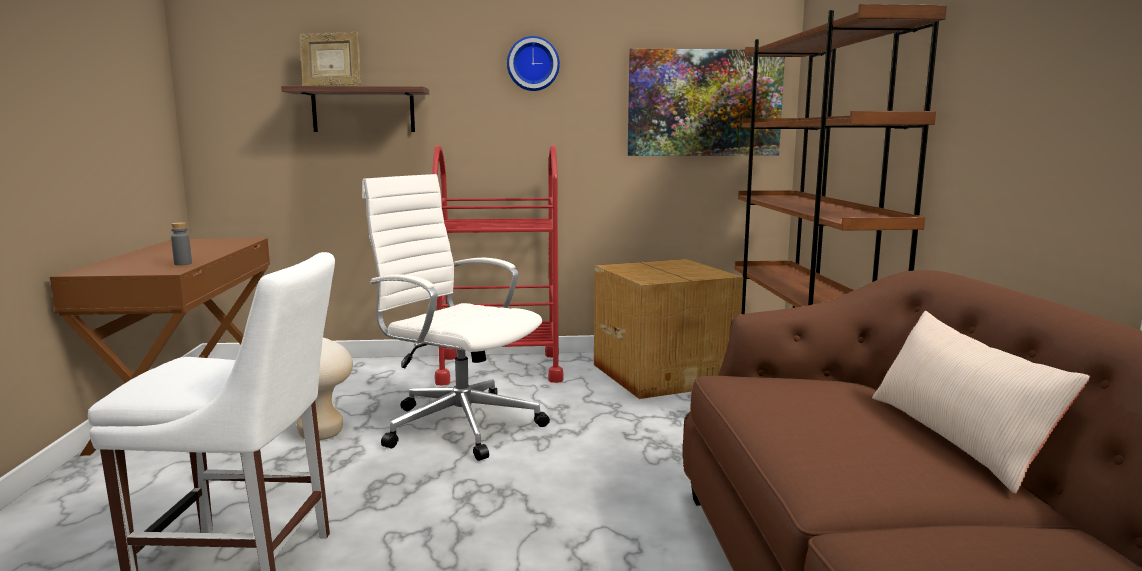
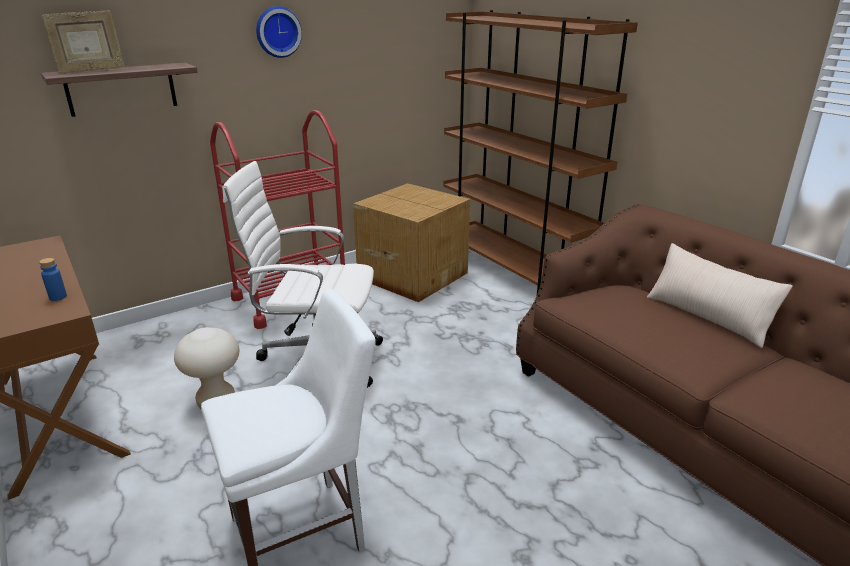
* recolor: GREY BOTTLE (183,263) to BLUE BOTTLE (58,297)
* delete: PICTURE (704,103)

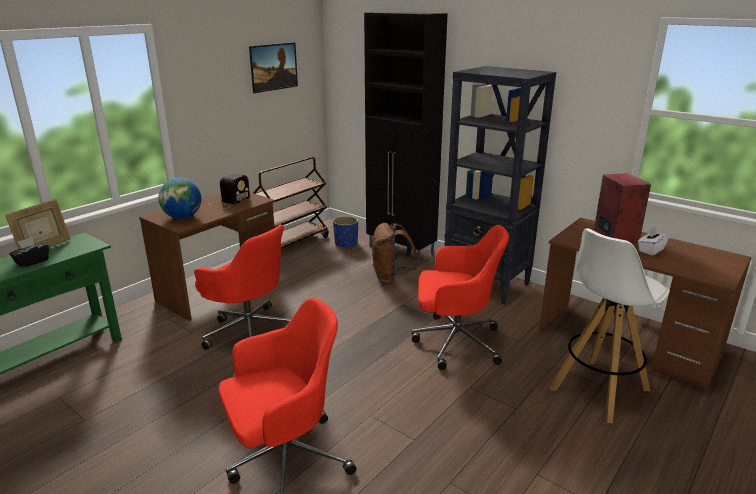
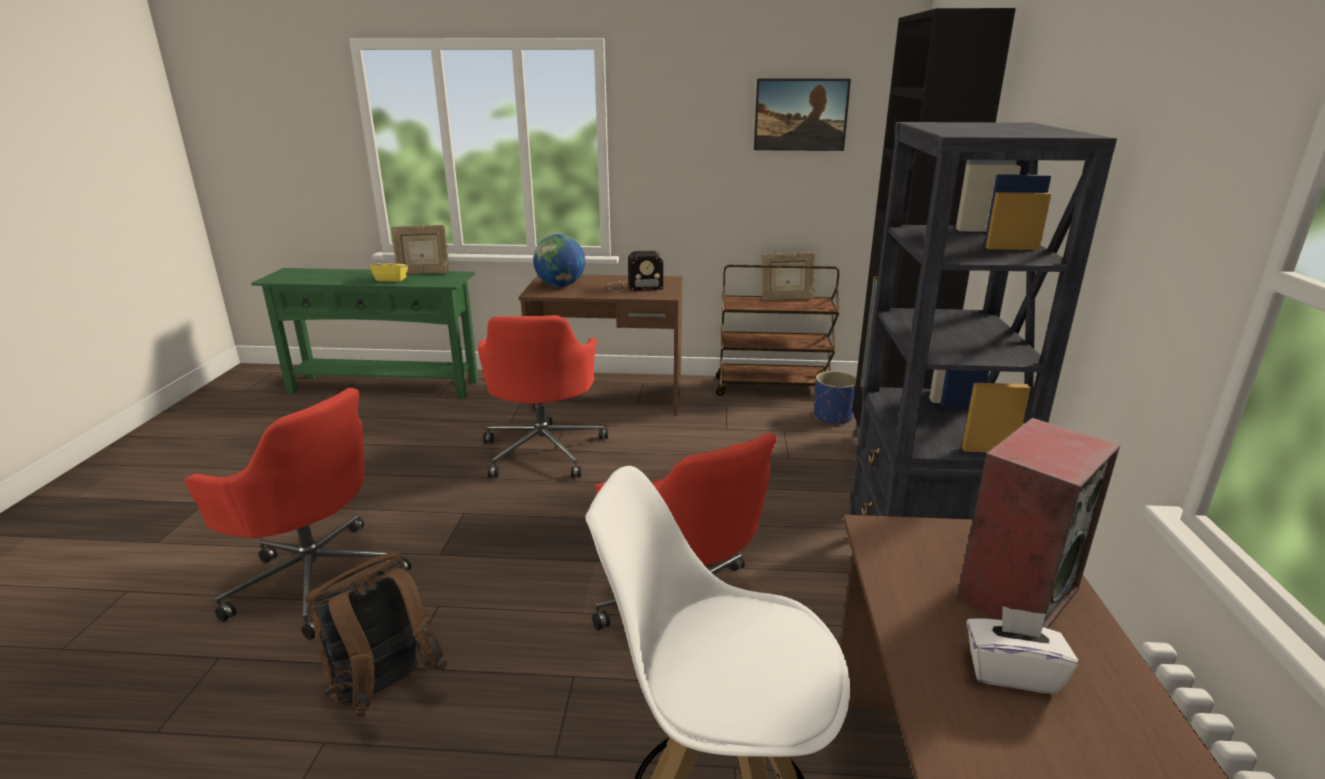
* move: BROWN BACKPACK (391,278) to (384,691)
* recolor: BLACK TISSUE BOX (32,262) to YELLOW TISSUE BOX (391,279)
* insert: PICTURE FRAME (786,299)

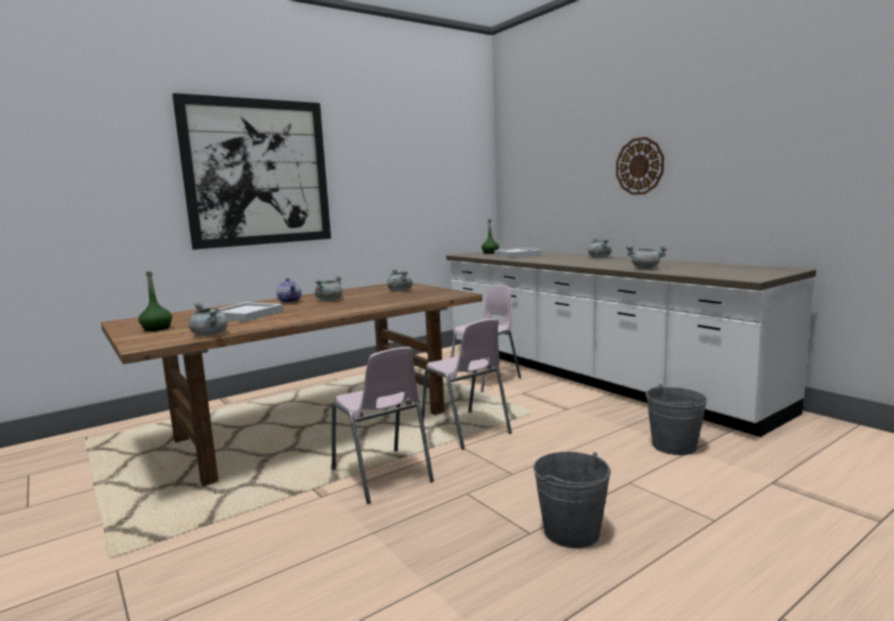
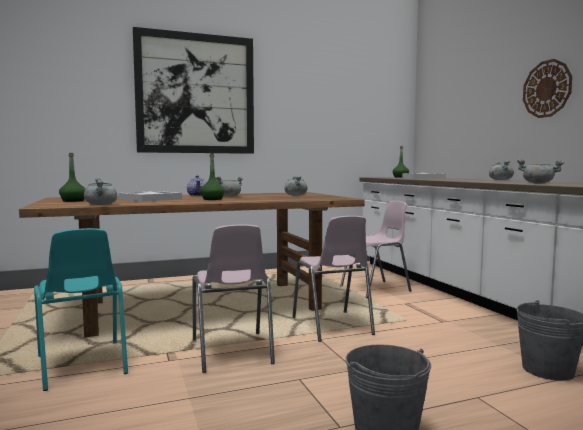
* insert: TURQUOISE CHAIR (82,365)
* insert: GREEN BOTTLE (212,199)

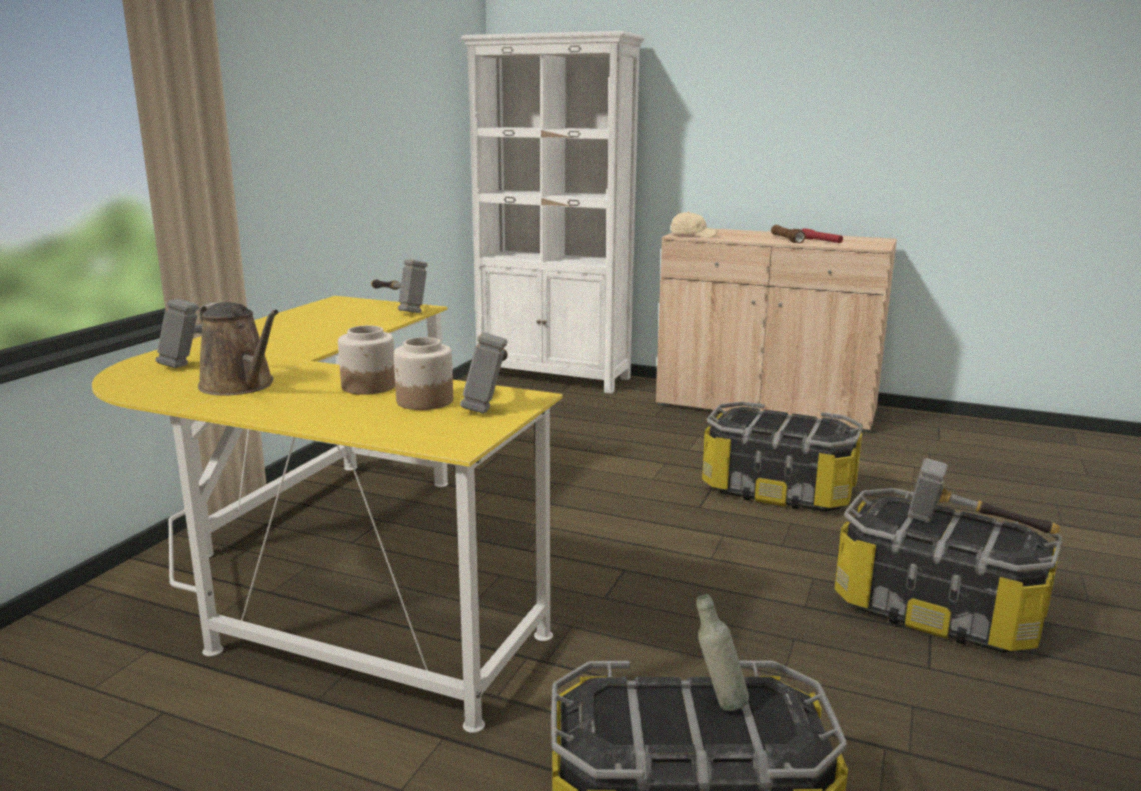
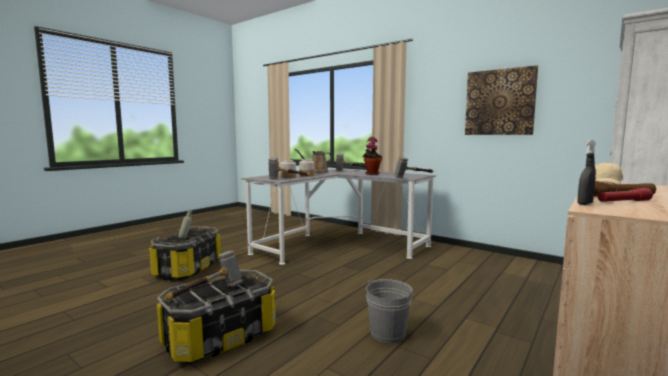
* recolor: YELLOW DESK (333,575) to GREY DESK (339,244)
* insert: POTTED PLANT (371,174)
* replace: STORAGE BOX (778,490) to GREY BUCKET (388,333)
* insert: PICTURE (499,102)
* insert: GREY SPRAY BOTTLE (585,204)

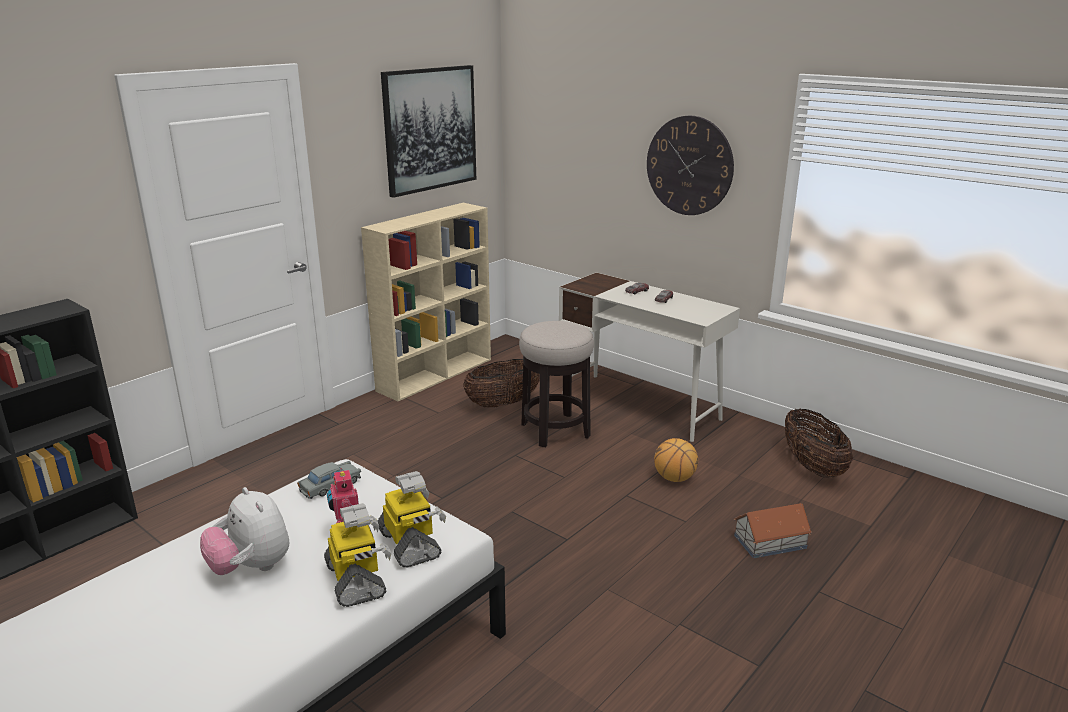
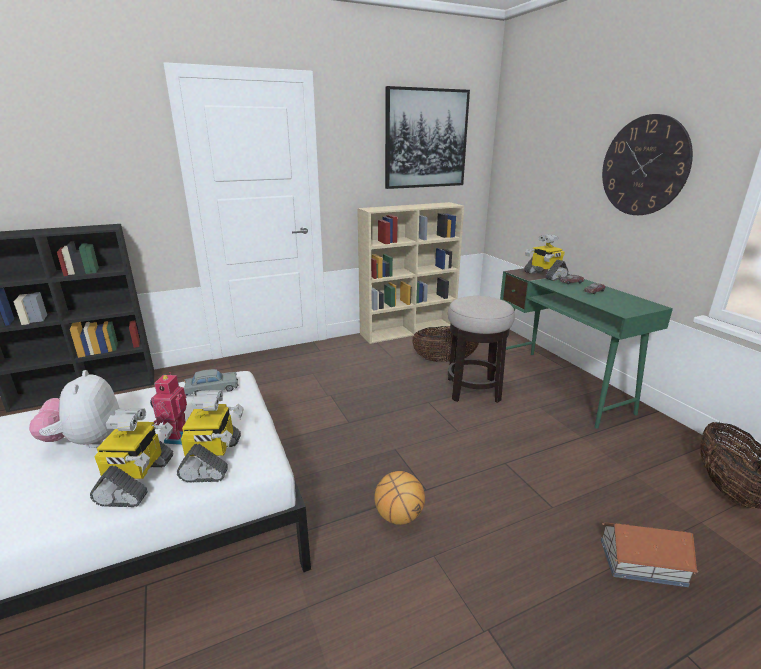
* move: BASKETBALL (674,478) to (399,516)
* recolor: WHITE DESK (640,406) to GREEN DESK (560,386)
* insert: TOY ROBOT (544,275)

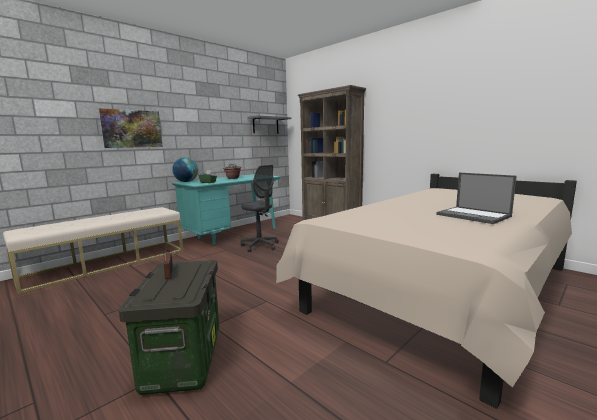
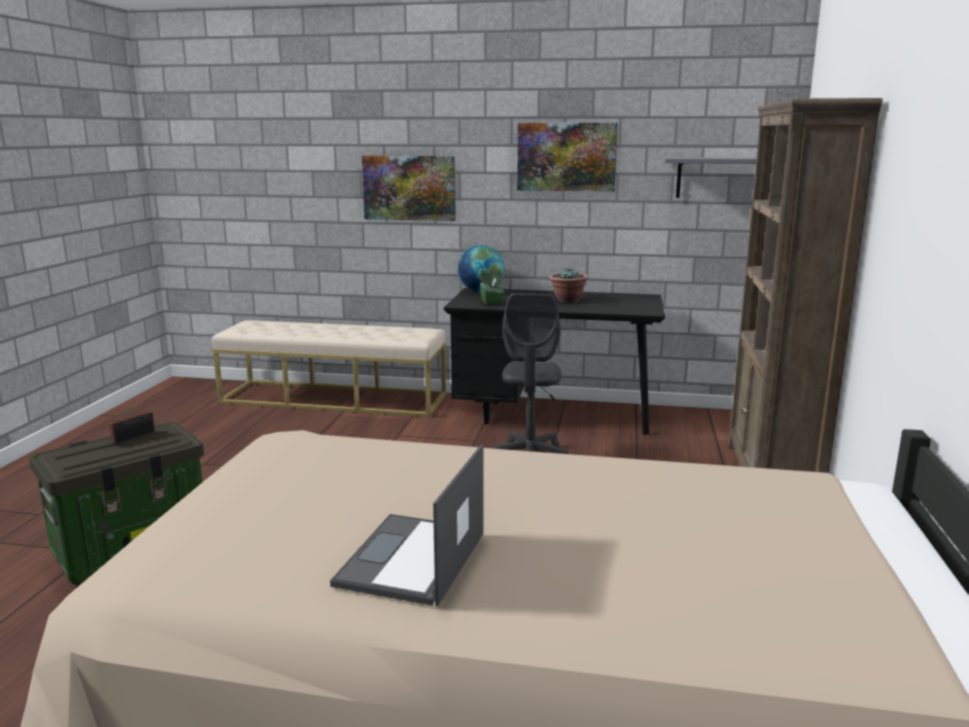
* recolor: TURQUOISE DESK (232,234) to BLACK DESK (553,416)
* insert: PICTURE (566,157)

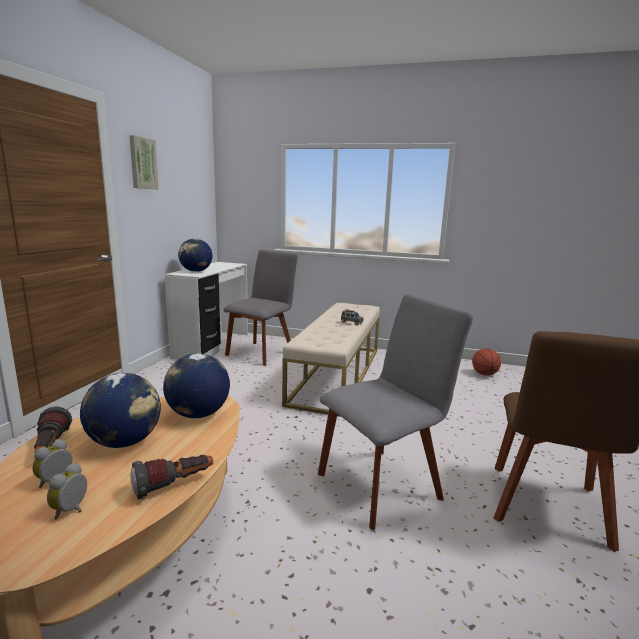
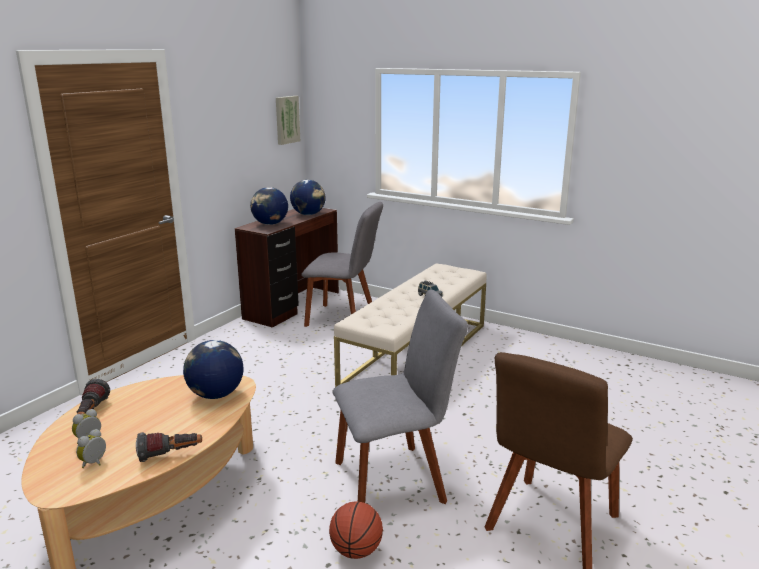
* recolor: WHITE DESK (213,345) to BROWN DESK (293,305)
* move: PICTURE (142,163) to (286,119)
* move: GLOBE (125,442) to (308,214)
* rotate: GREY CHAIR (262,352) = (344,318) 60 degrees clockwise
* move: BASKETBALL (484,374) to (356,551)

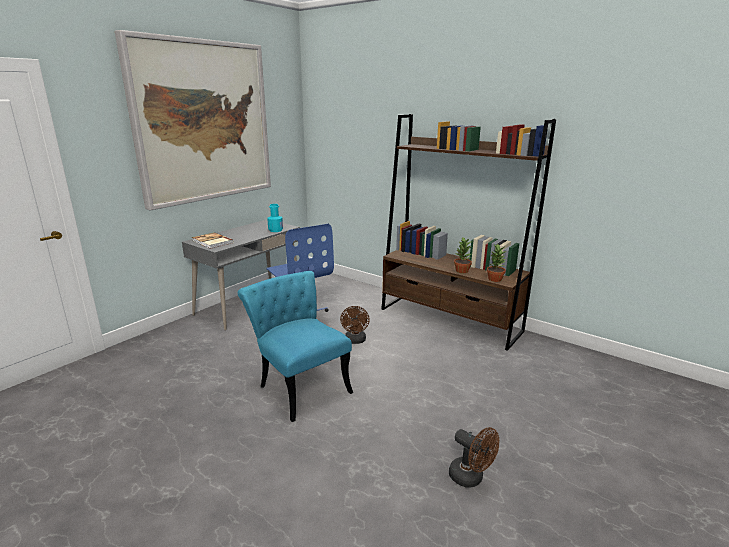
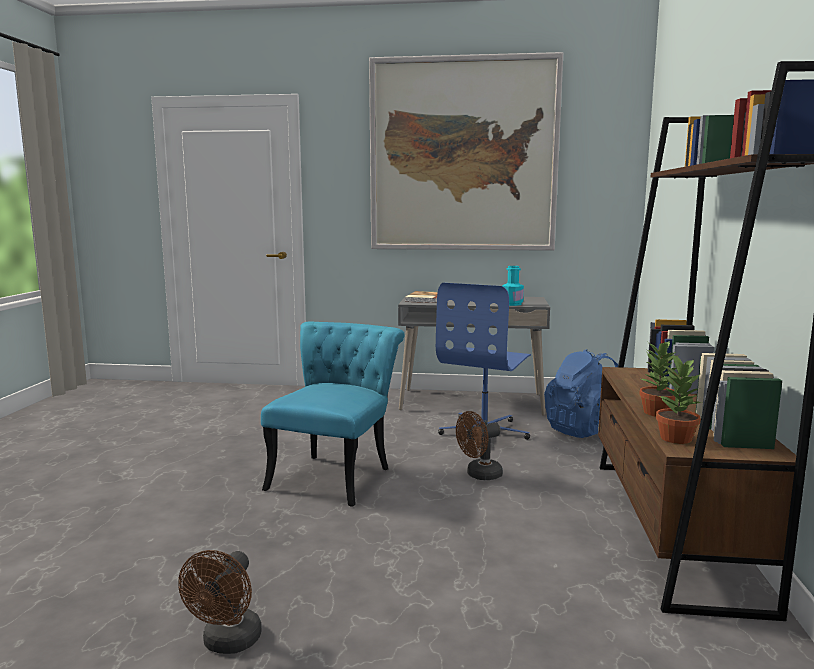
* insert: BLUE BACKPACK (584,430)

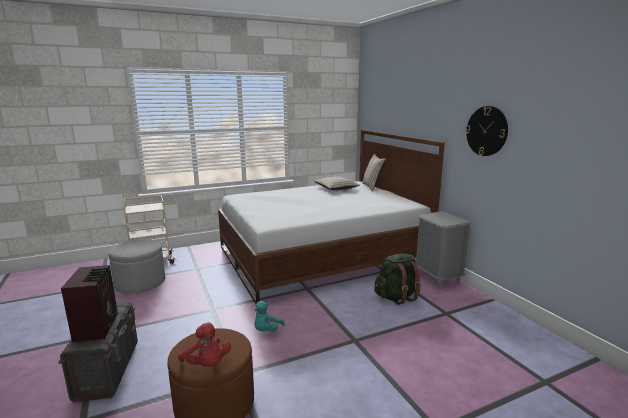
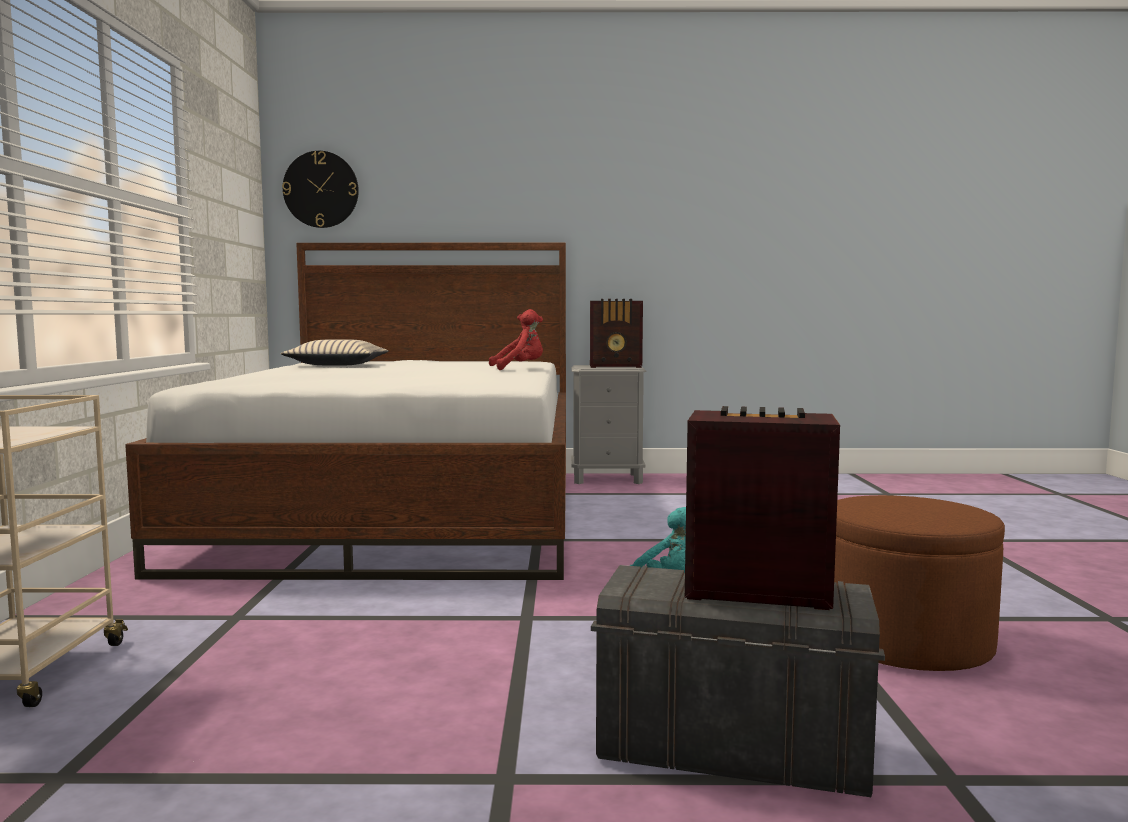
* move: WALL CLOCK (486,131) to (321,189)
* move: RED PLUSH TOY (207,365) to (520,368)
* insert: RADIO (616,366)
* delete: GREY OTTOMAN (140,283)
* delete: BEIGE PILLOW (372,187)
* delete: GREEN BACKPACK (397,297)

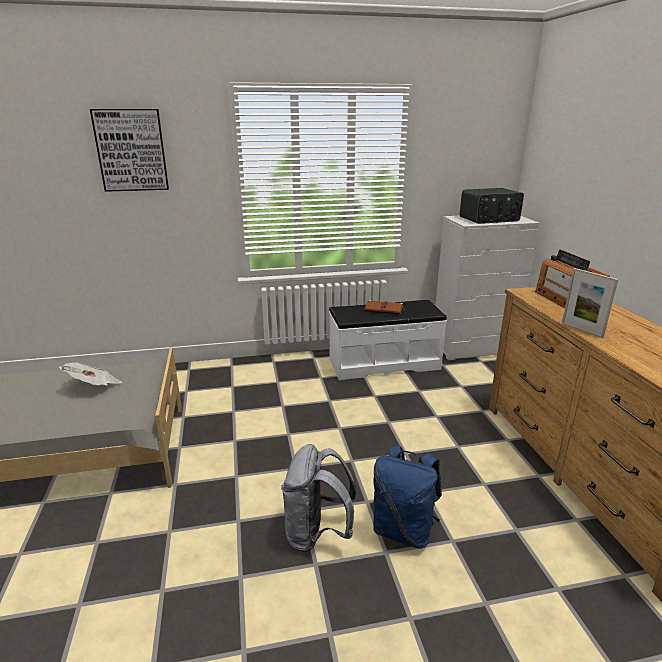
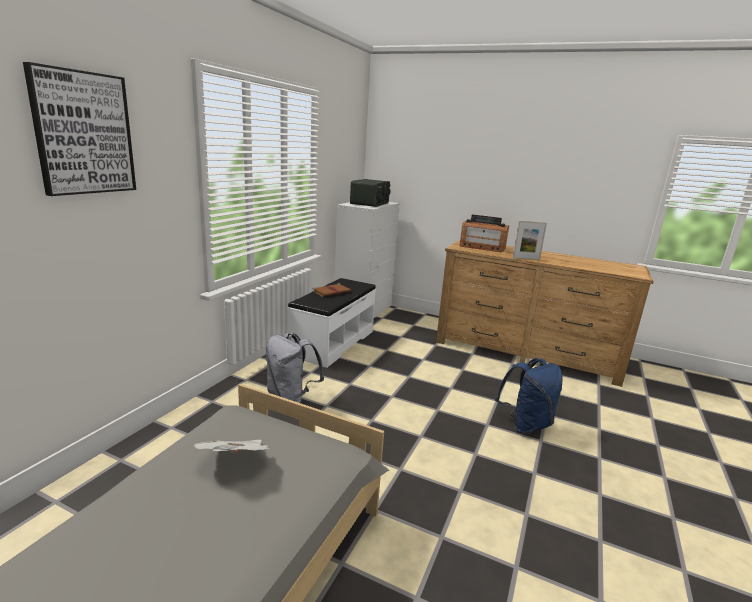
* move: GREY BACKPACK (316,533) to (291,398)

